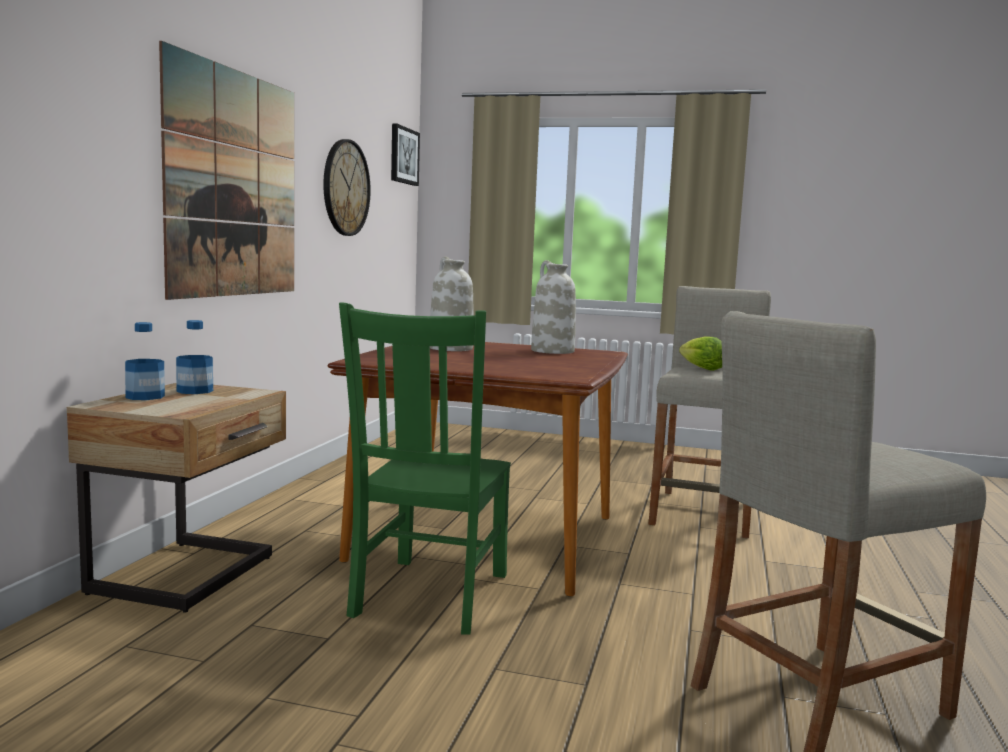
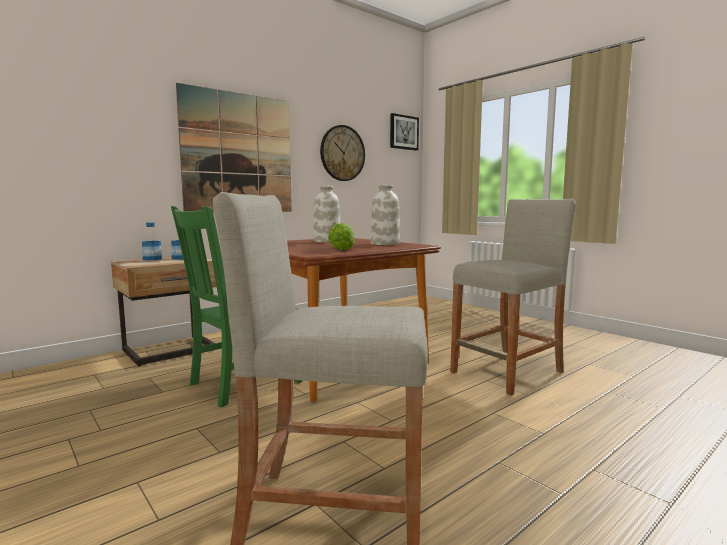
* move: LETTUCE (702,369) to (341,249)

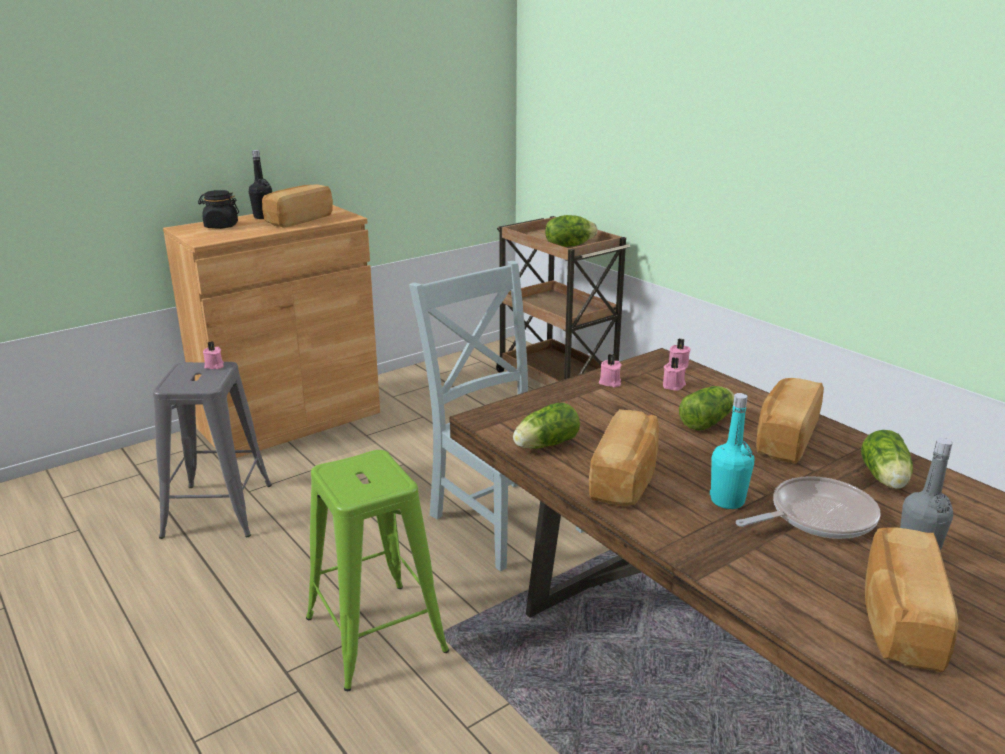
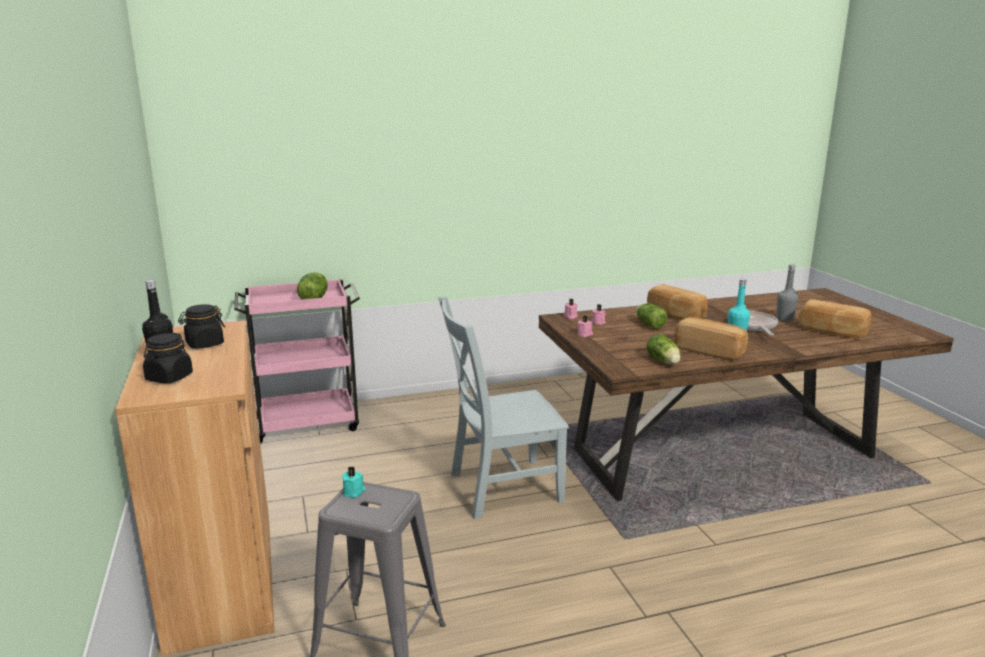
* replace: BREAD (298,220) to BLACK JAR (204,344)
* recolor: BROWN CART (557,381) to PINK CART (308,423)
* recolor: PINK CANDLE (214,366) to TURQUOISE CANDLE (354,492)
* delete: GREEN STOOL (375,633)
* delete: LETTUCE (885,479)

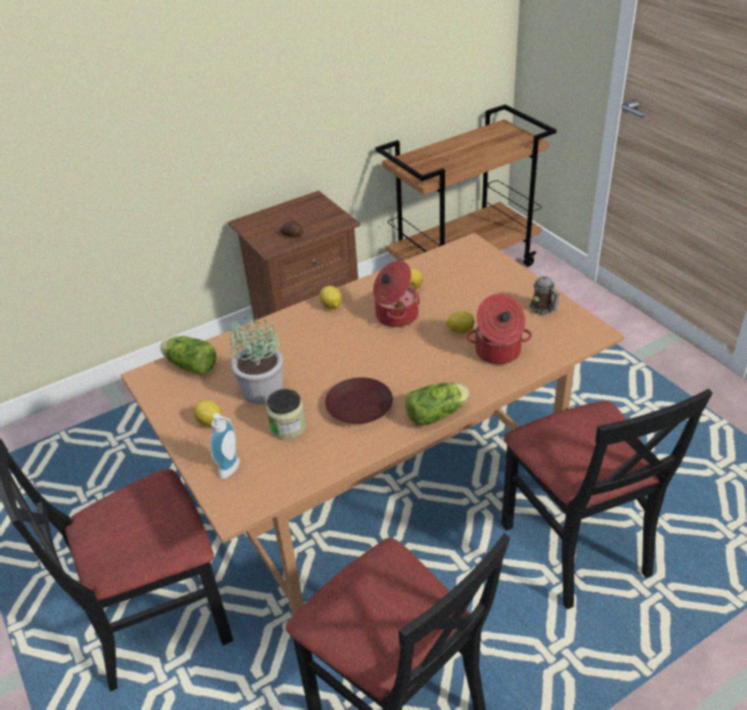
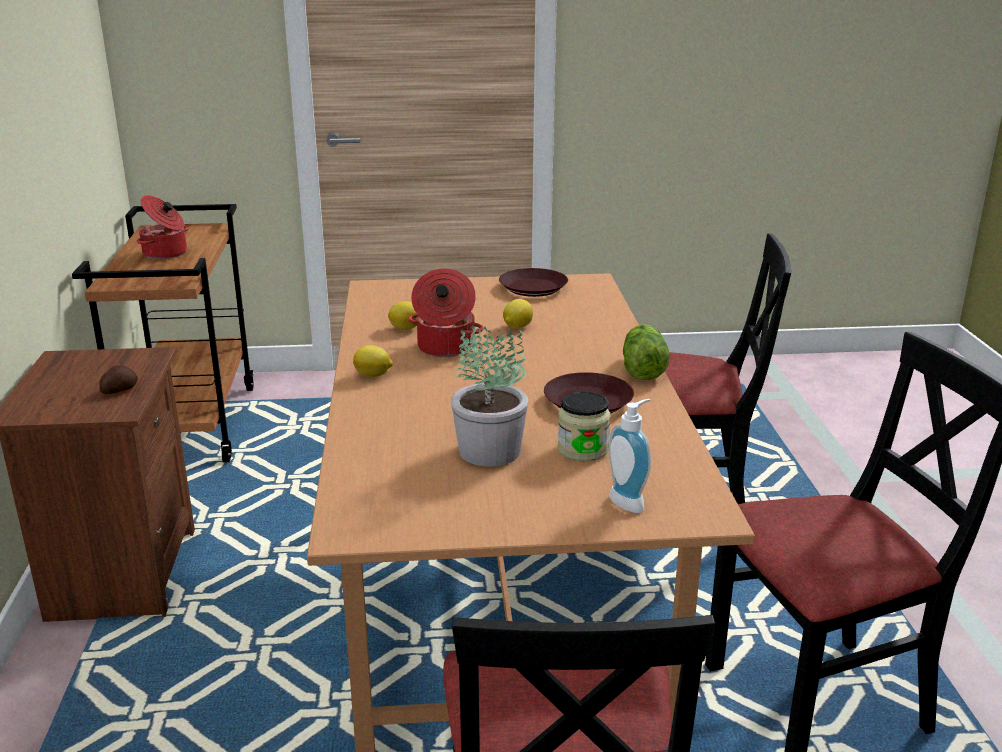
* move: COOKING POT (498,352) to (166,253)
* replace: MUG (544,310) to BROWN PLATE (532,288)
* delete: LETTUCE (189,365)
* delete: LEMON (210,423)

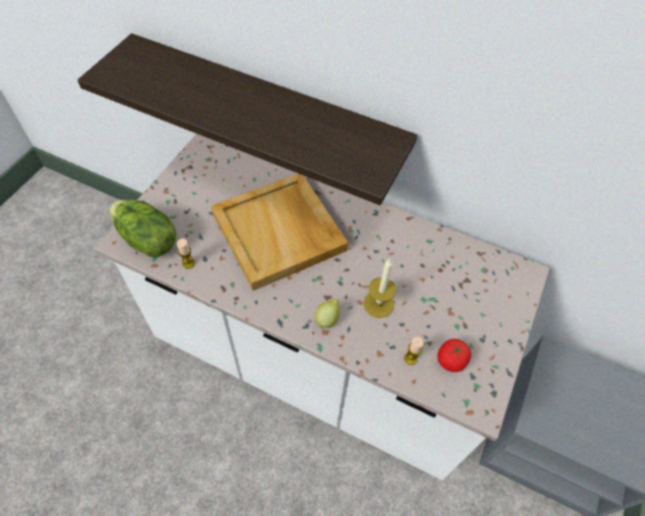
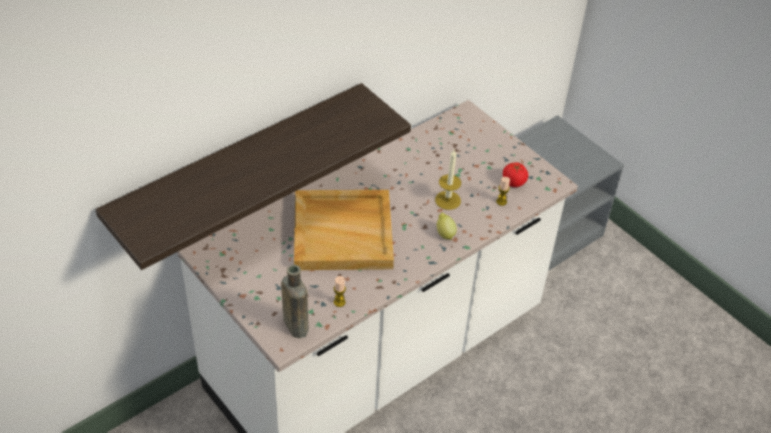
* replace: LETTUCE (147,240) to BROWN BOTTLE (295,324)

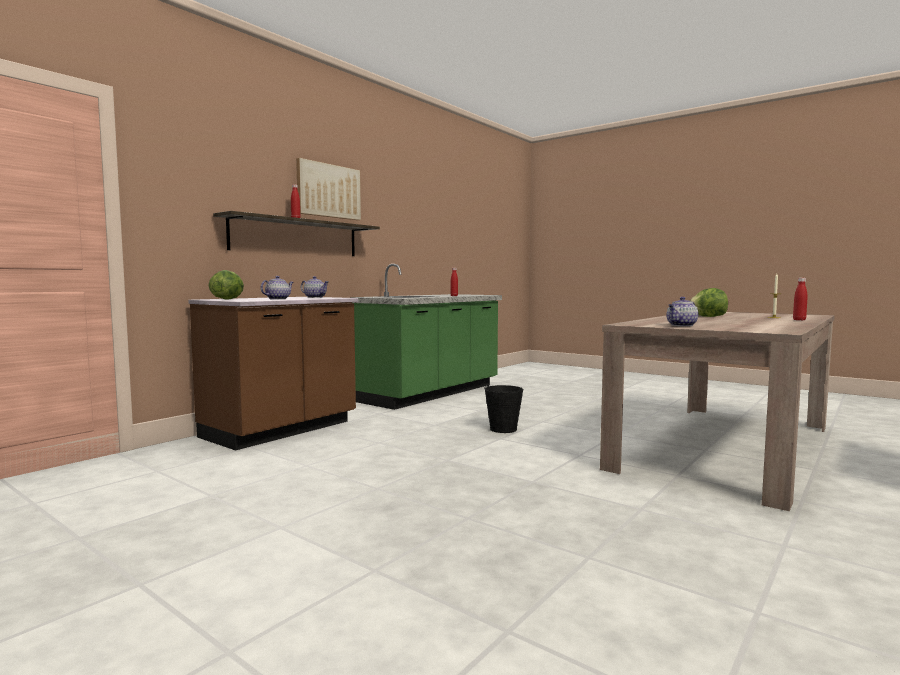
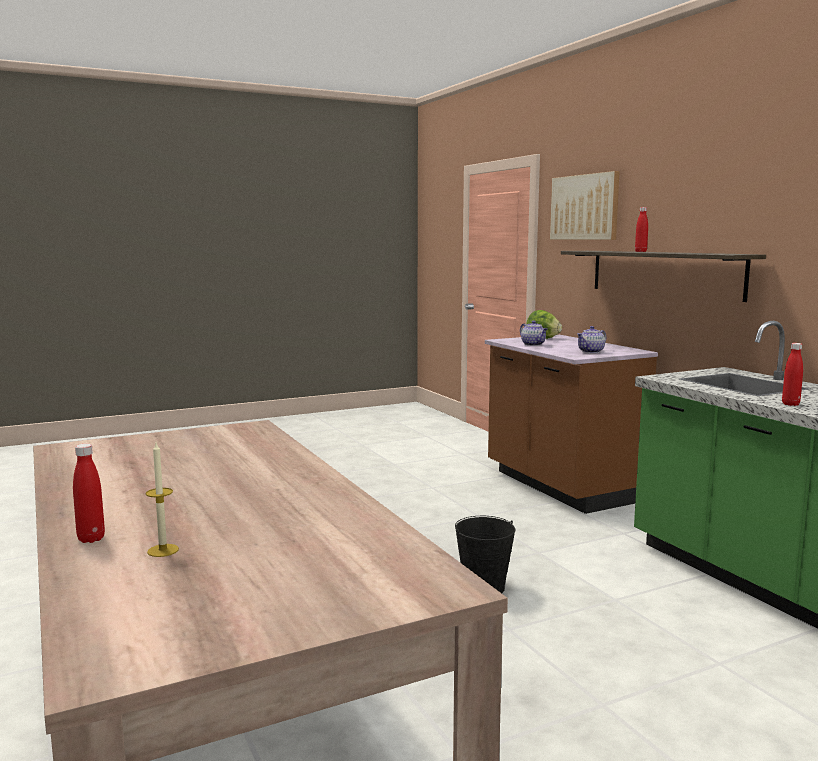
* move: PICTURE (328,191) to (584,207)
* delete: TEAPOT (681,325)
* delete: LETTUCE (708,316)

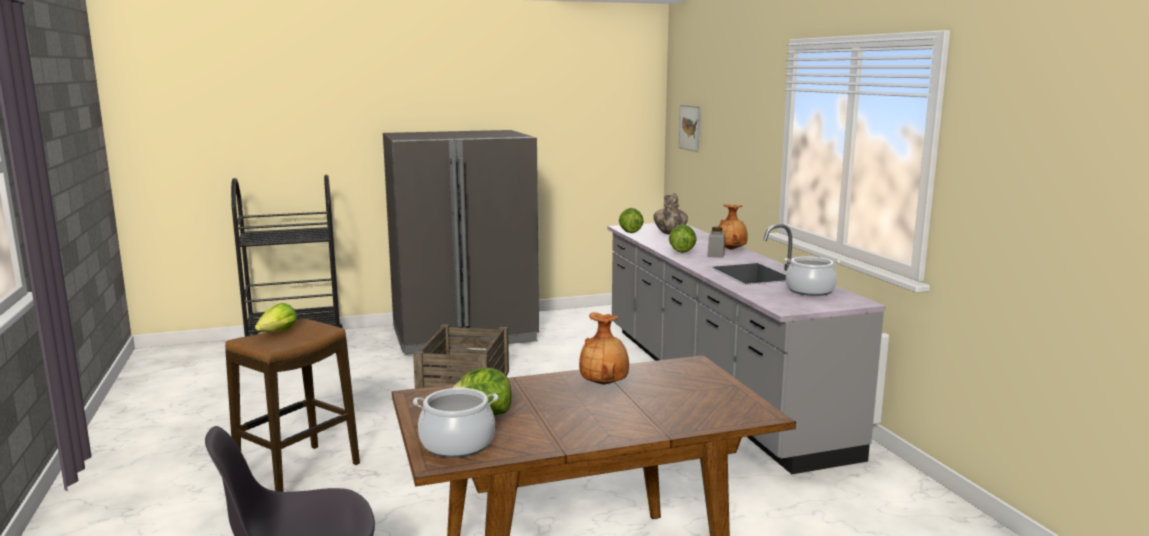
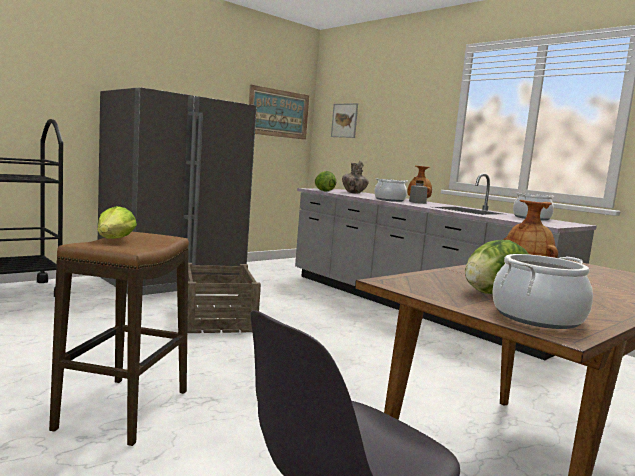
* insert: PICTURE (278,113)
* replace: LETTUCE (682,251) to COOKING POT (389,200)

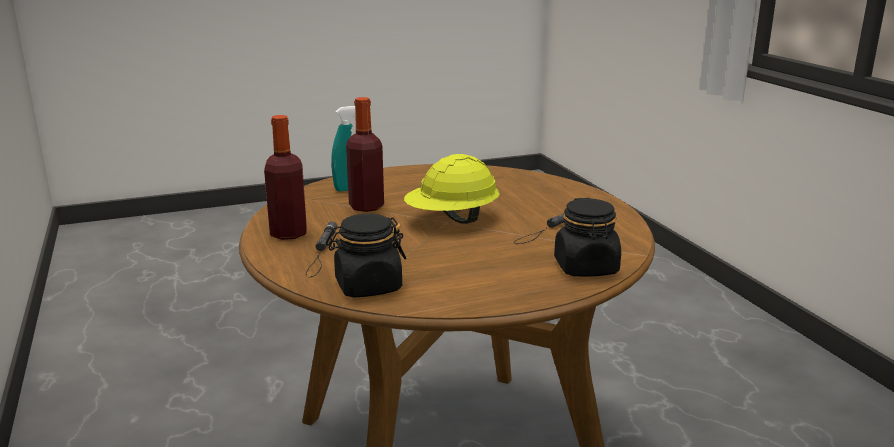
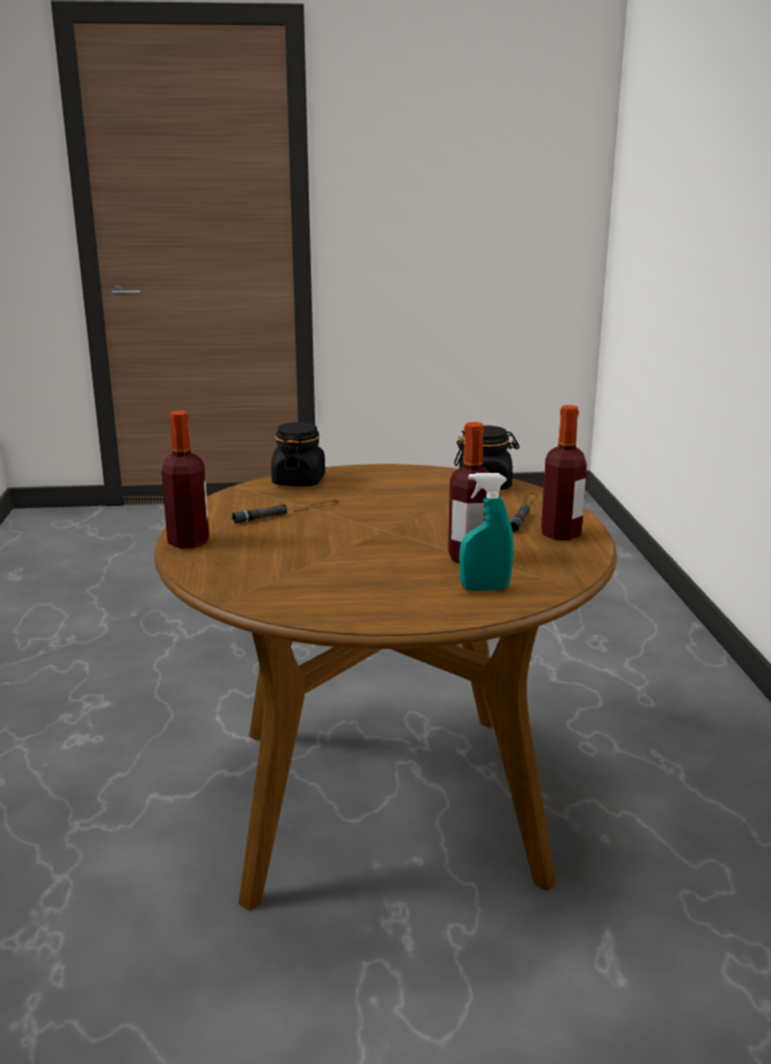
* insert: BOTTLE (188,541)
* delete: YELLOW HARD HAT (452,220)

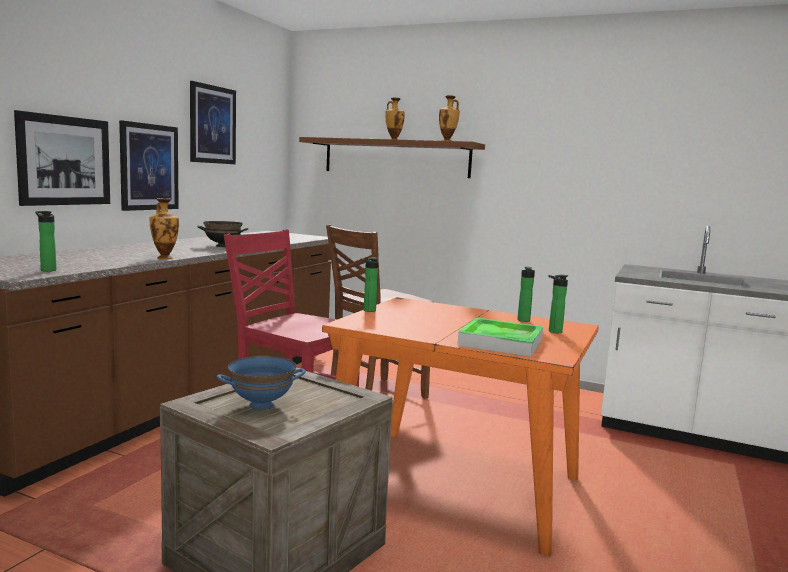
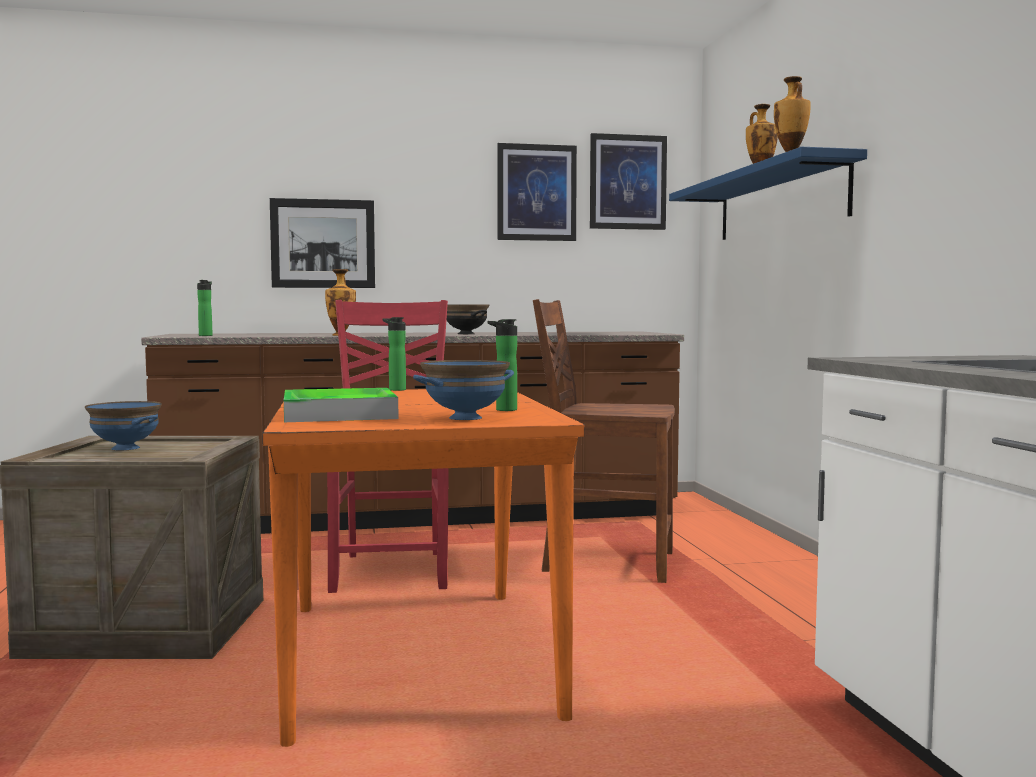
* replace: BOTTLE (553,331) to BLUE BOWL (465,418)
* move: PICTURE (149,167) to (627,182)
* recolor: BROWN SHELF (395,158) to BLUE SHELF (779,202)

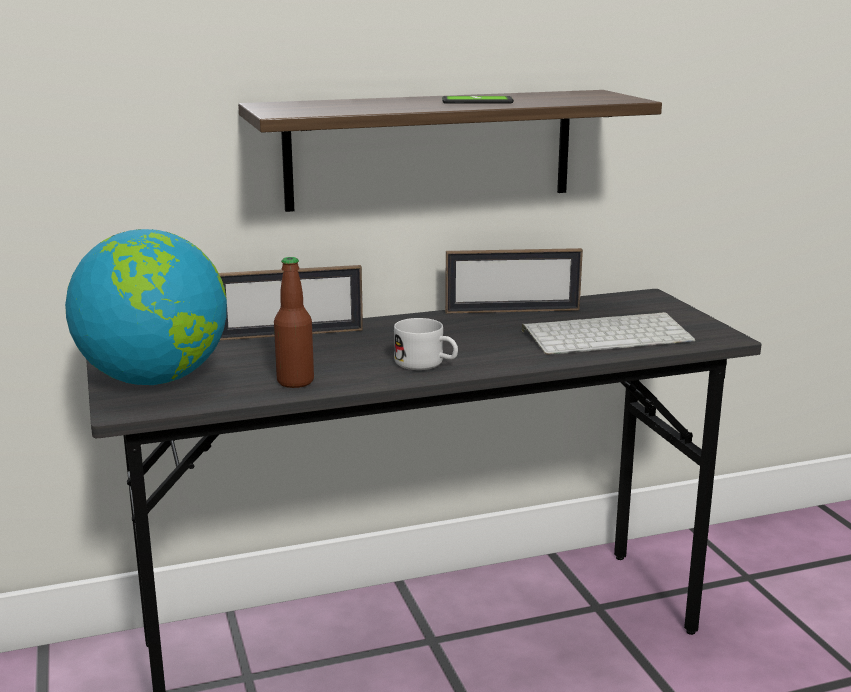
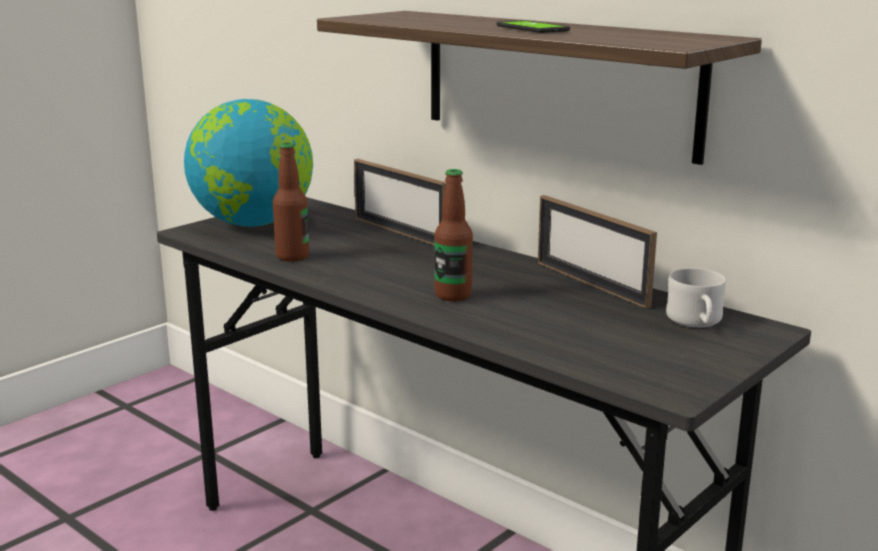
* insert: BOTTLE (453,295)
* move: WHITE MUG (426,364) to (696,322)
* delete: KEYBOARD (608,335)

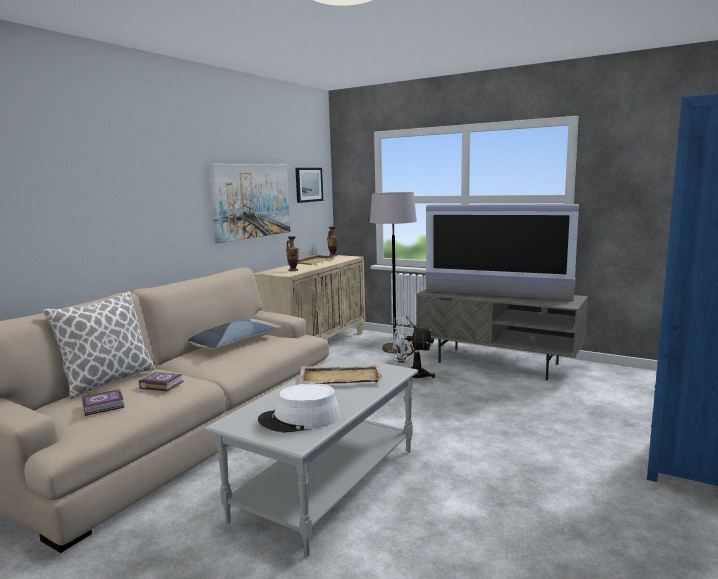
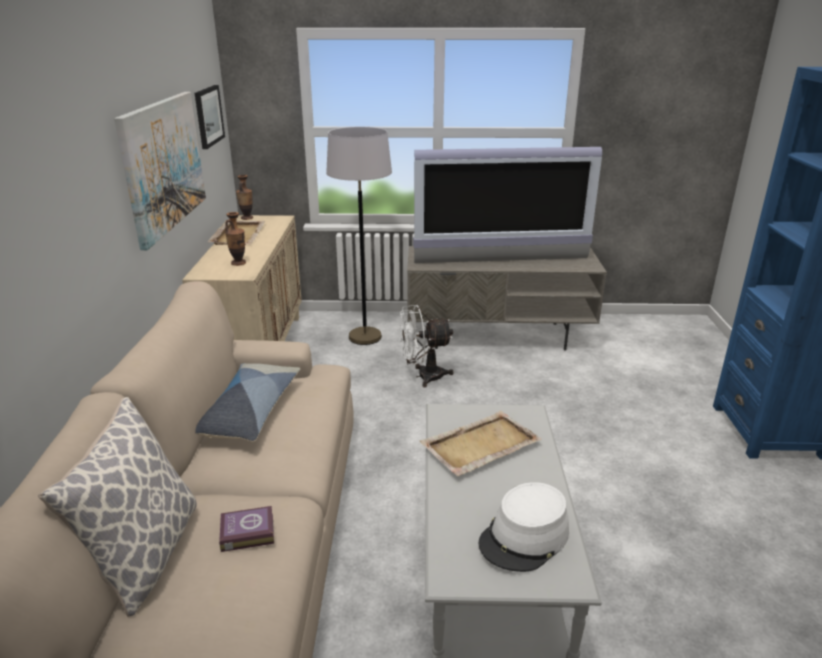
* delete: BOOK (104,406)

